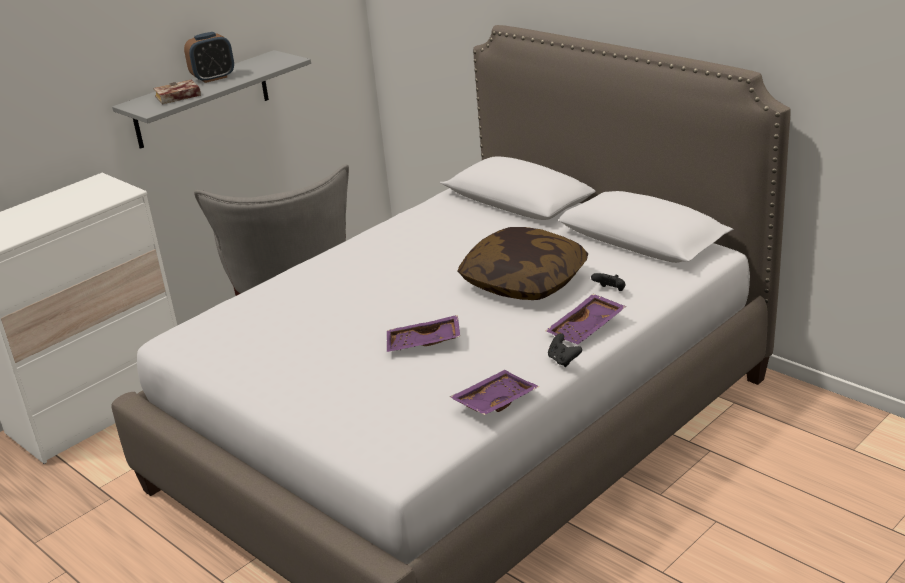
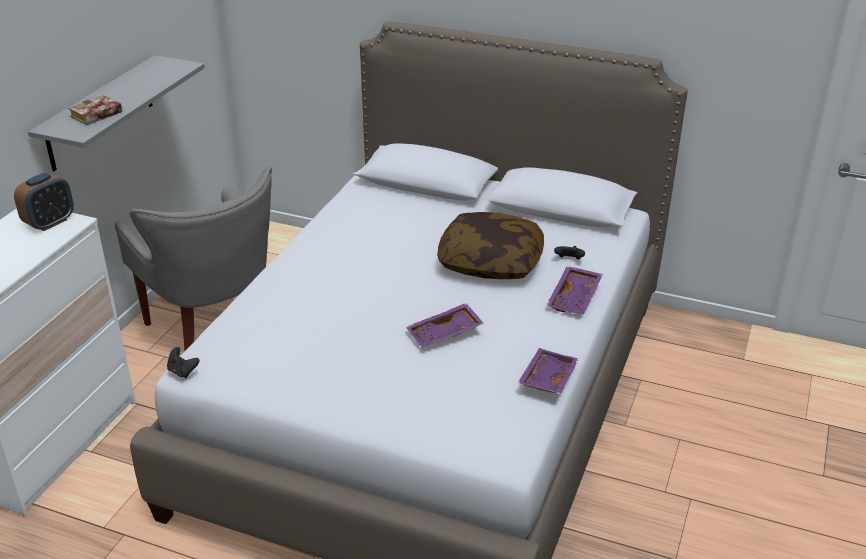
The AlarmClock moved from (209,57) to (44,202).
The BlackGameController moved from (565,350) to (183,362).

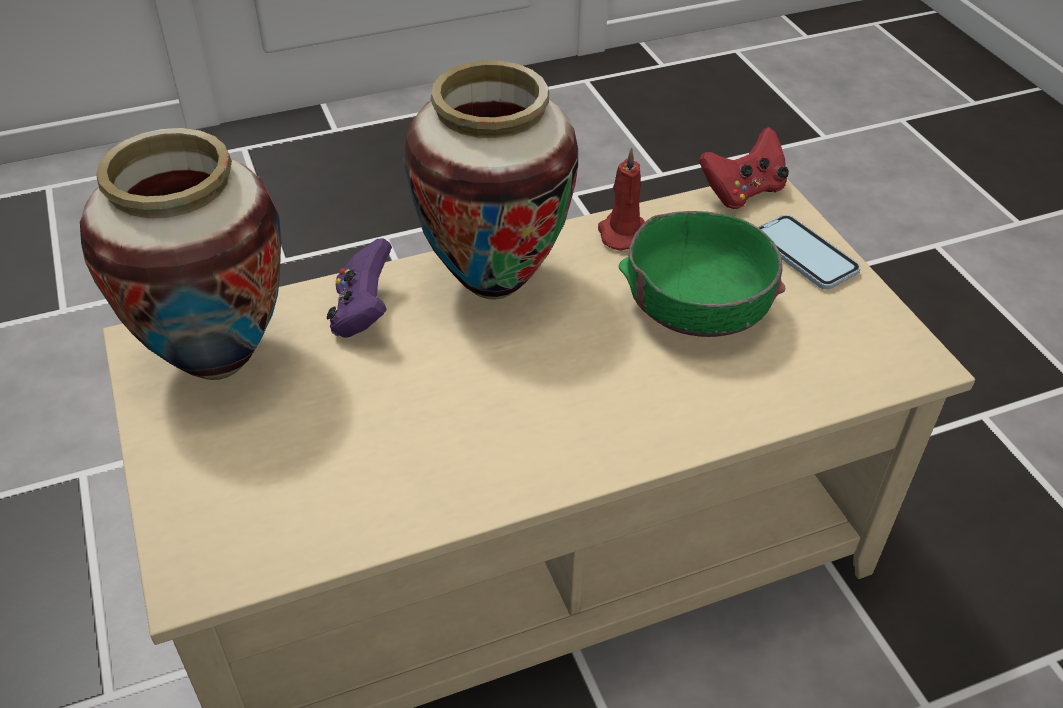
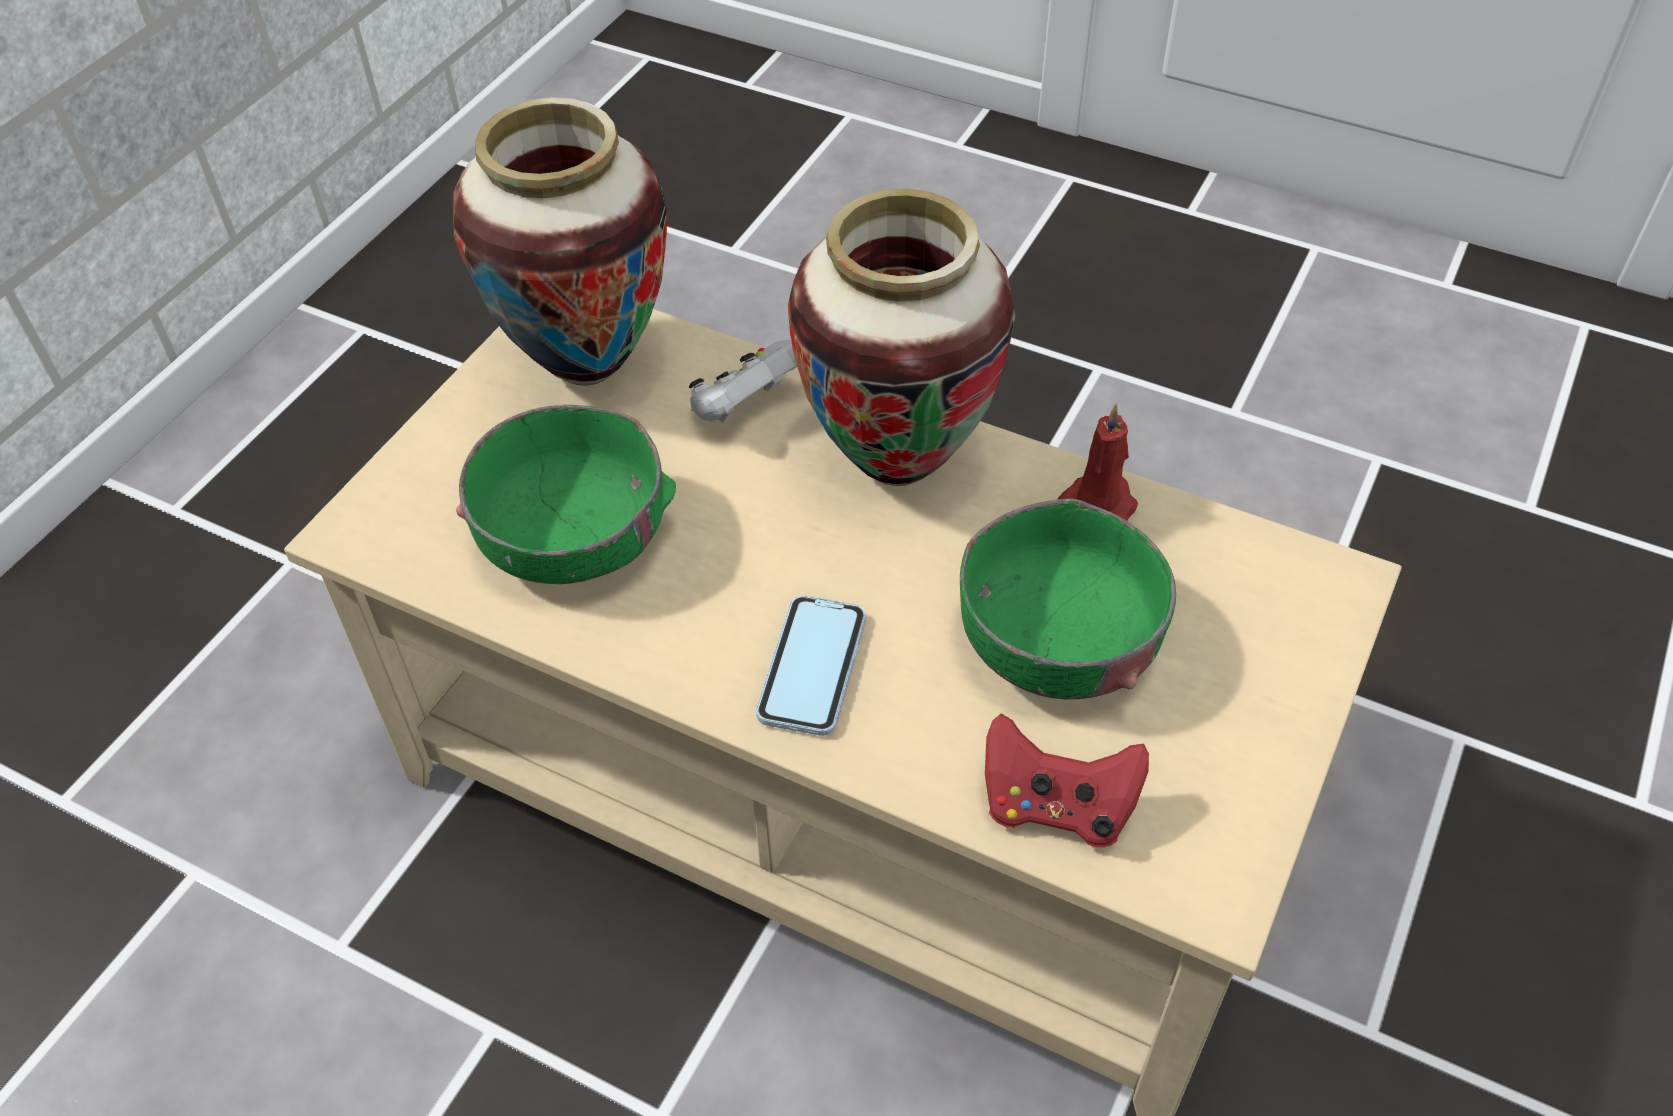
The GreenBowl at (566,494) appeared.
The RedGameController moved from (744,168) to (1067,780).
The Phone moved from (809,252) to (811,665).
The PurpleGameController at (359,288) became the WhiteGameController at (743,381).

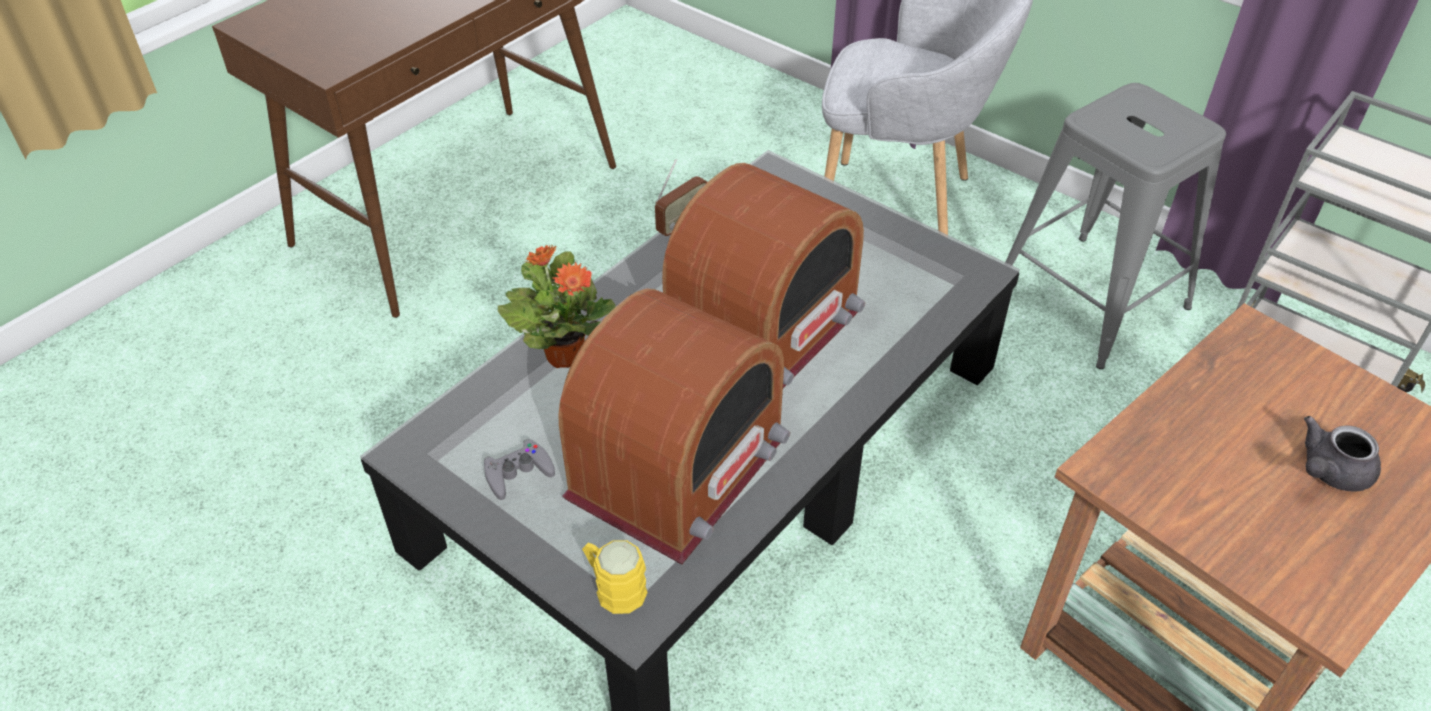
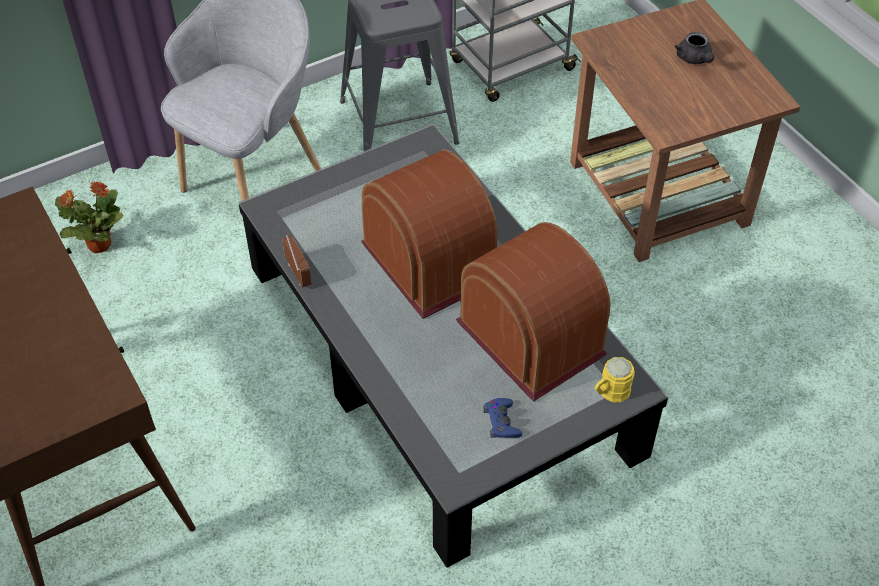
The PottedPlant moved from (557,306) to (89,217).
The GreyGameController at (519,469) became the BlueGameController at (502,418).

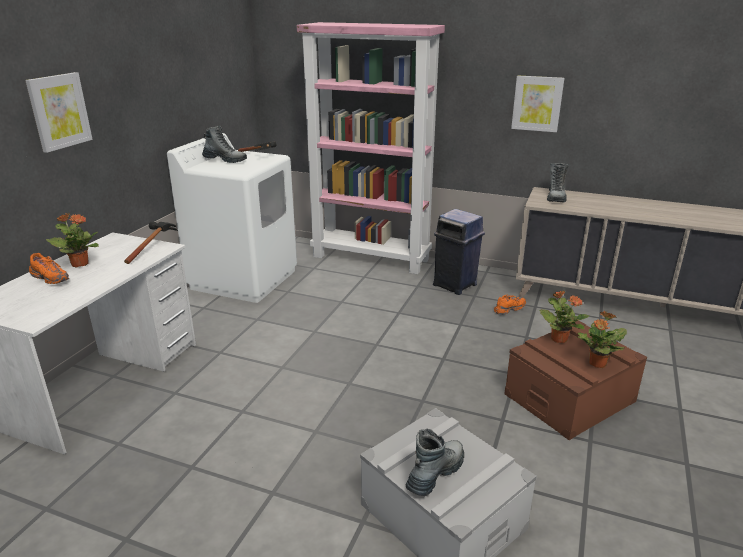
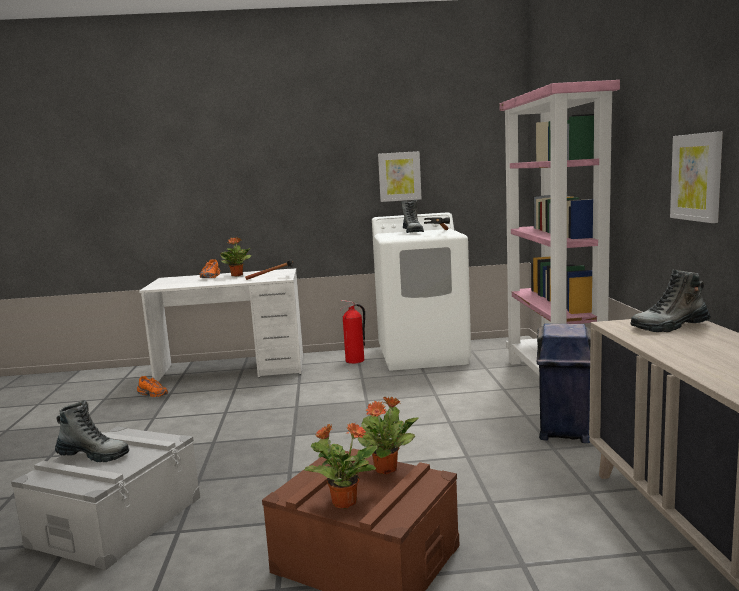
The FireExtinguisher at (352,332) appeared.
The Picture moved from (59,112) to (400,176).
The OrangeShoe moved from (510,305) to (152,386).

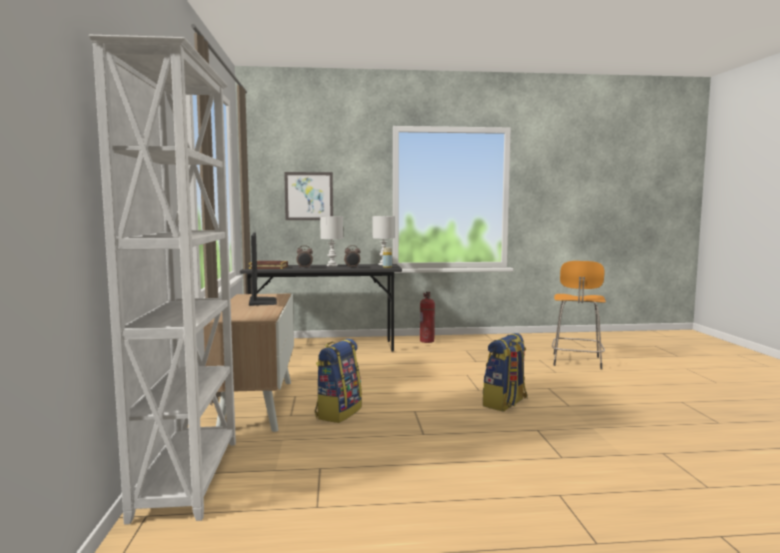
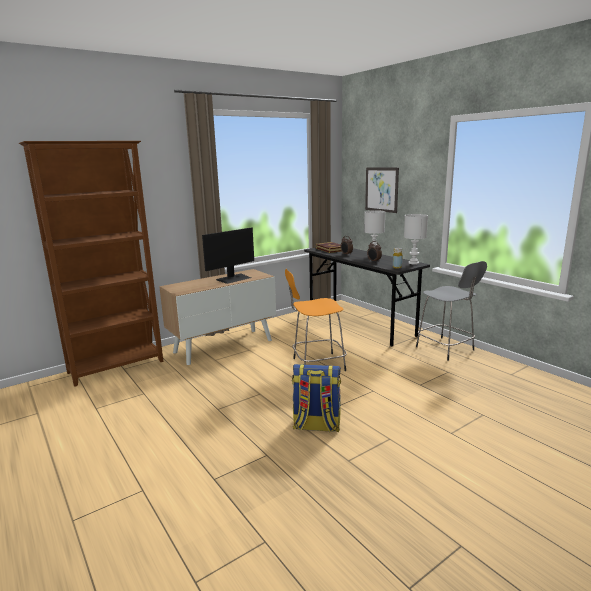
The Backpack at (338,380) disappeared.
The OrangeStool moved from (579,315) to (316,320).
The FireExtinguisher at (427,317) was replaced by the GreyStool at (451,311).
The WhiteBookcase at (162,280) became the BrownBookcase at (91,264).

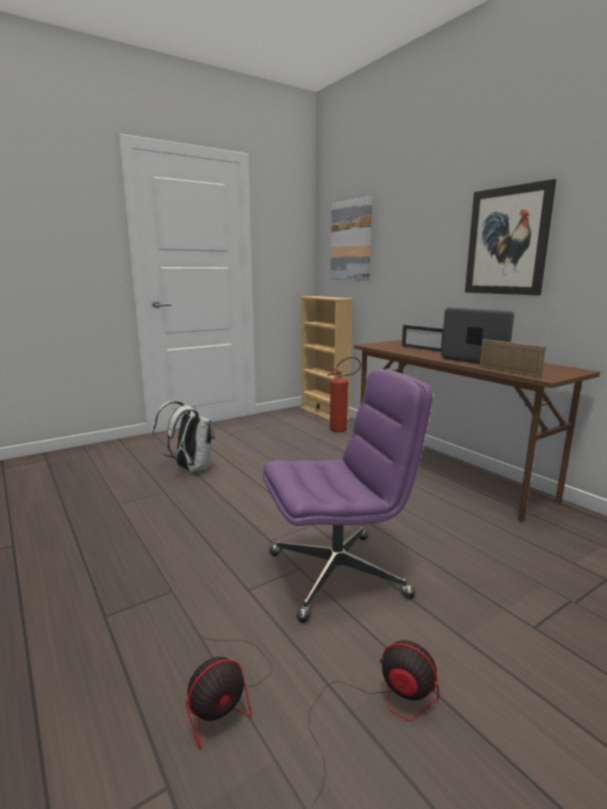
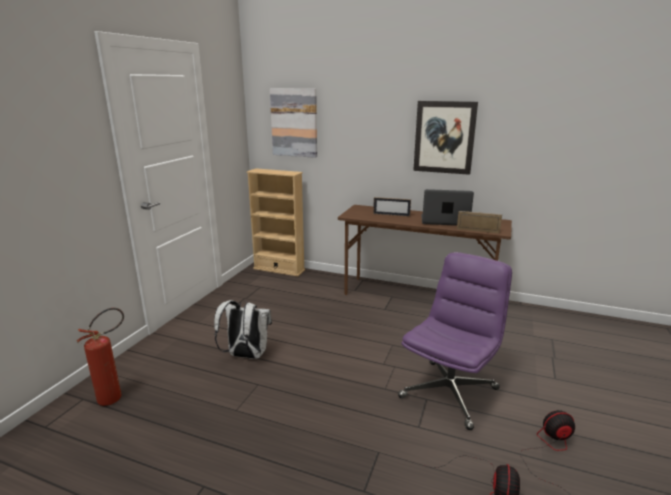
The FireExtinguisher moved from (344,394) to (100,357).

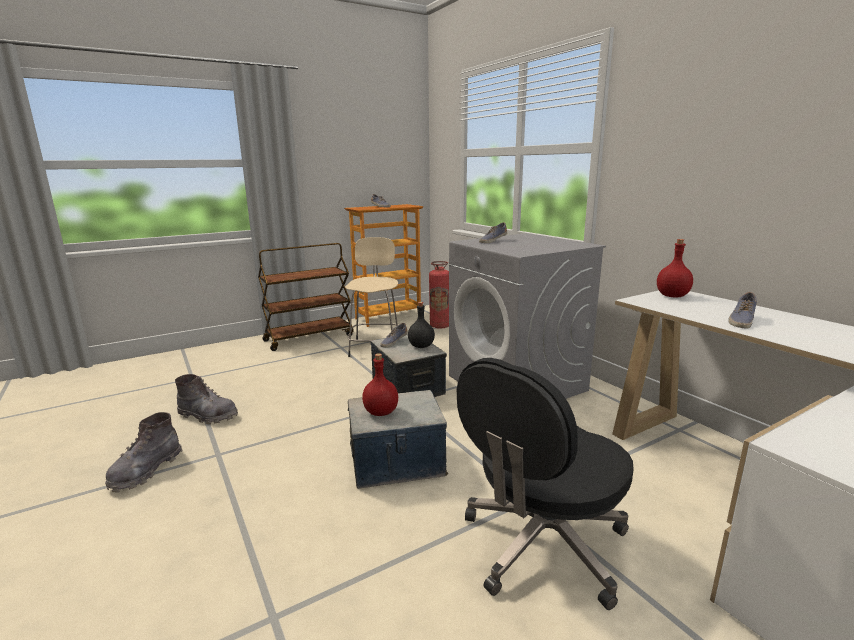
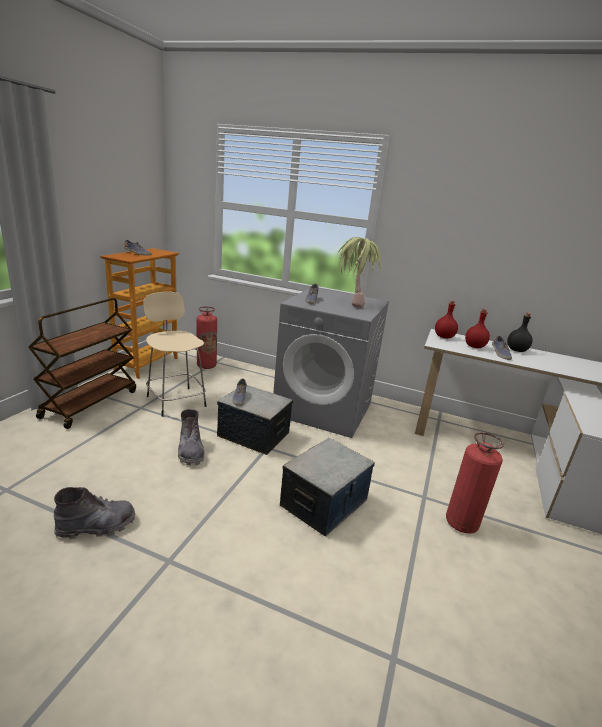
The PottedPlant at (360,272) appeared.
The GreyBoot moved from (143,452) to (191,437).
The RedBottle moved from (380,384) to (477,328).
The BlackBottle moved from (421,325) to (519,332).
The BlackOfficeChair at (545,484) was replaced by the FireExtinguisher at (475,483).

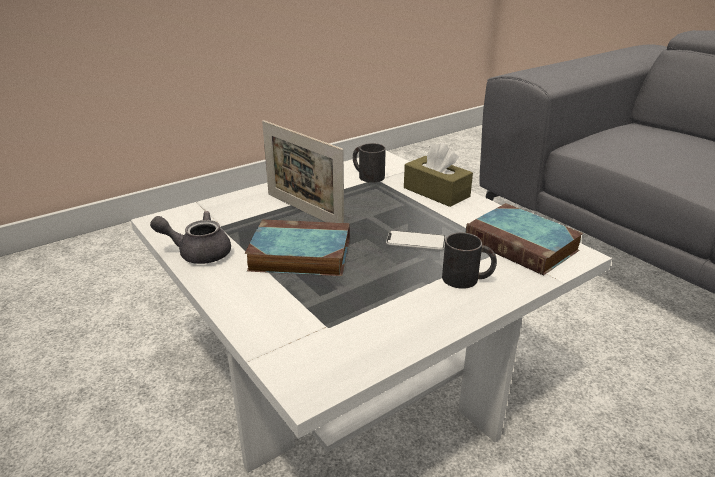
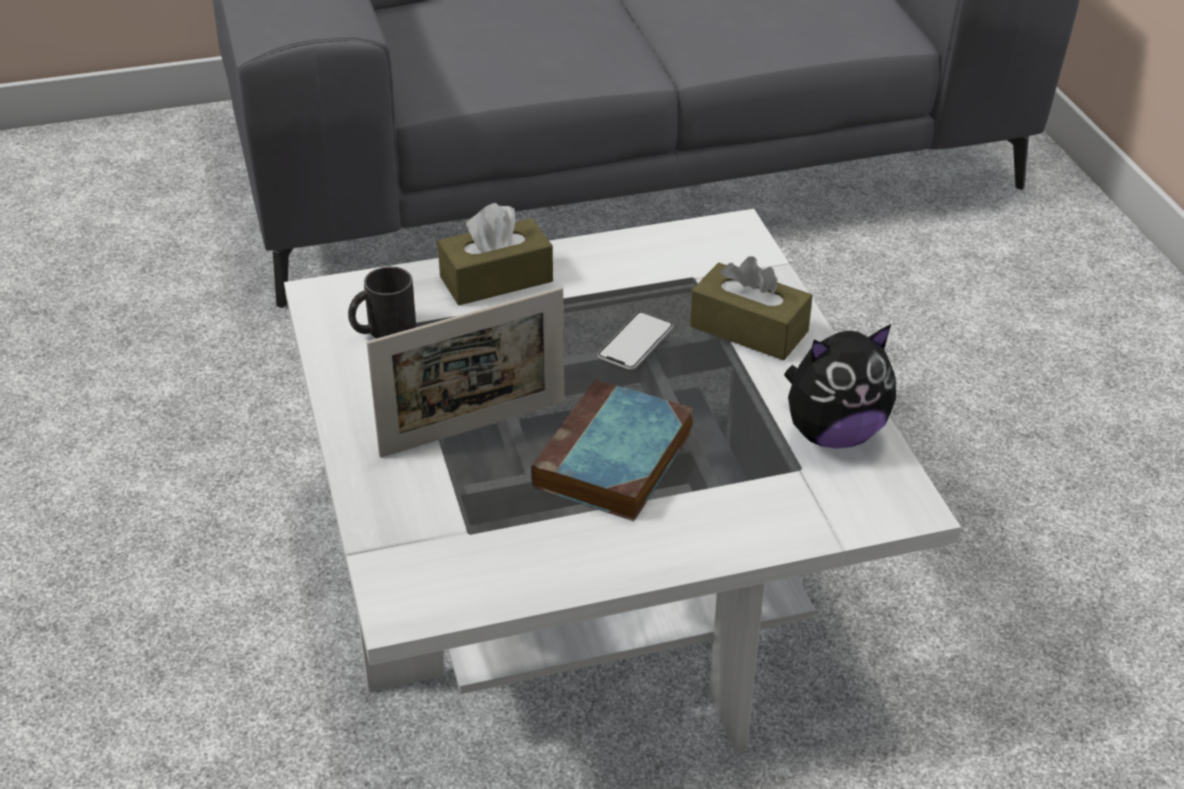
The GreyTeapot at (190,237) disappeared.
The Book at (524,239) disappeared.
The PlushToy at (840,386) appeared.
The BlackMug at (469,260) was replaced by the BrownTissueBox at (751,308).

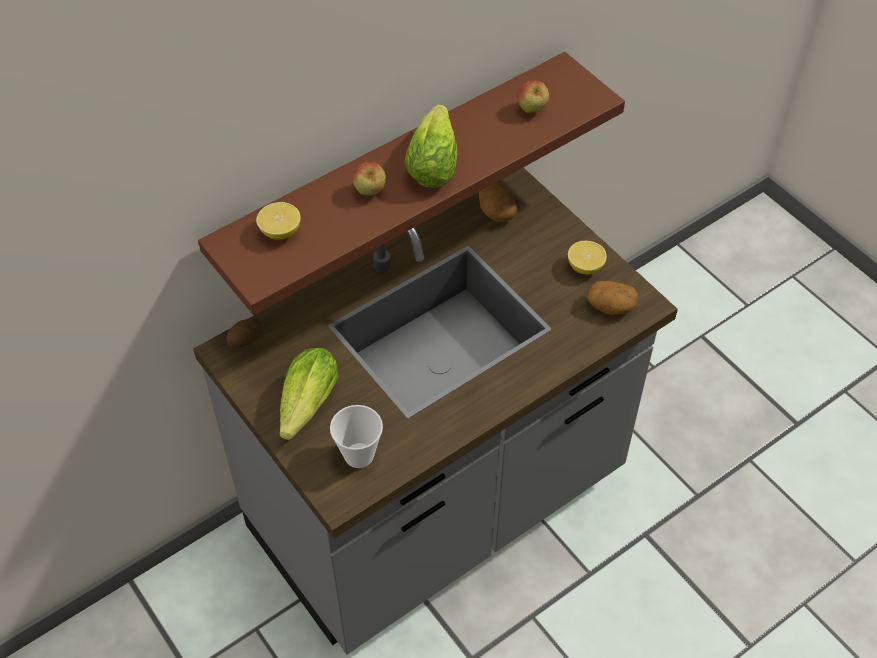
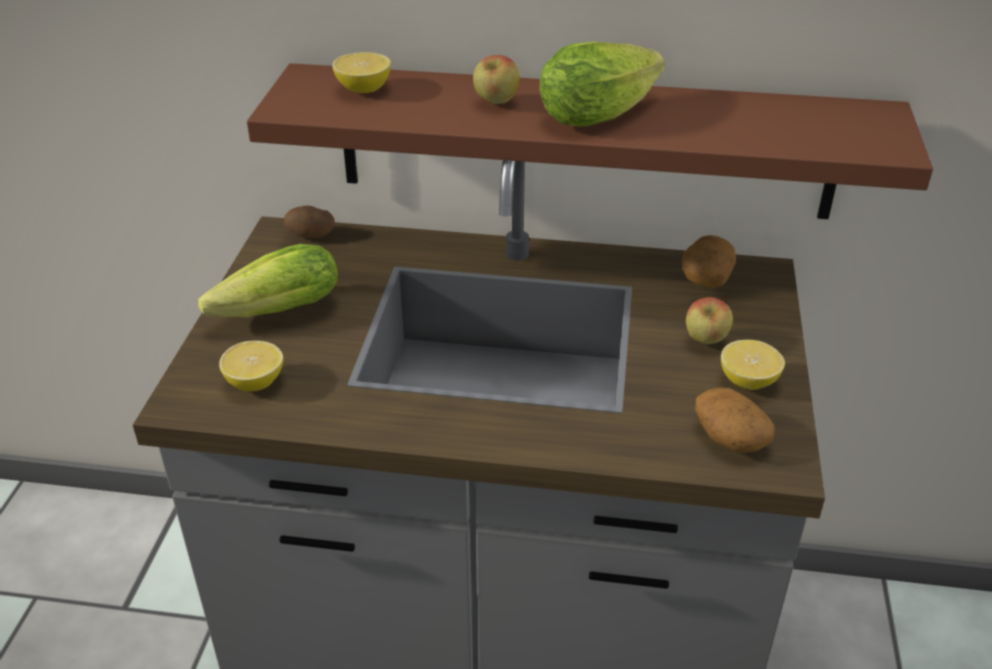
The Apple moved from (533,96) to (709,320).
The Cup at (356,436) was replaced by the Lemon at (251,366).

